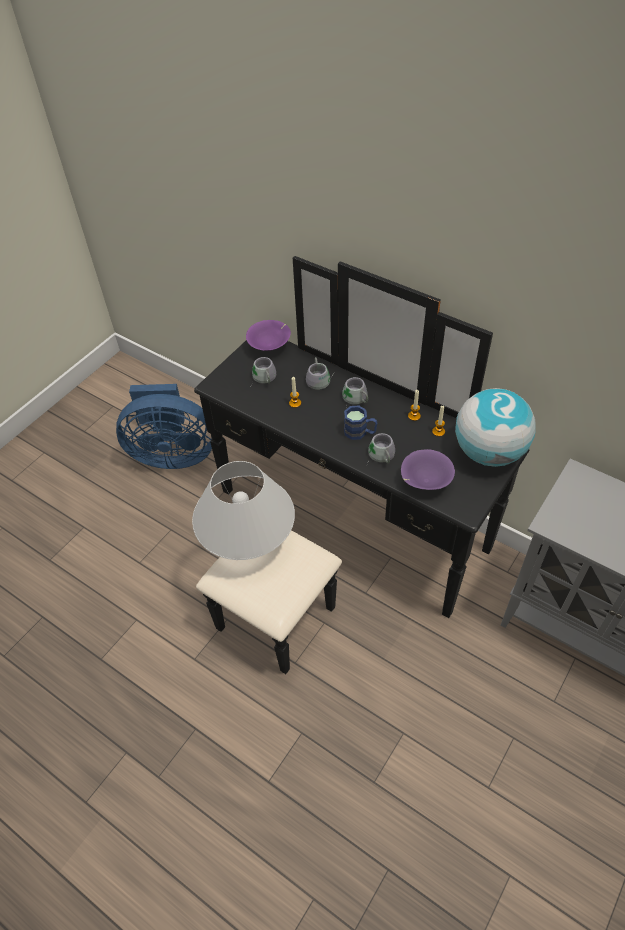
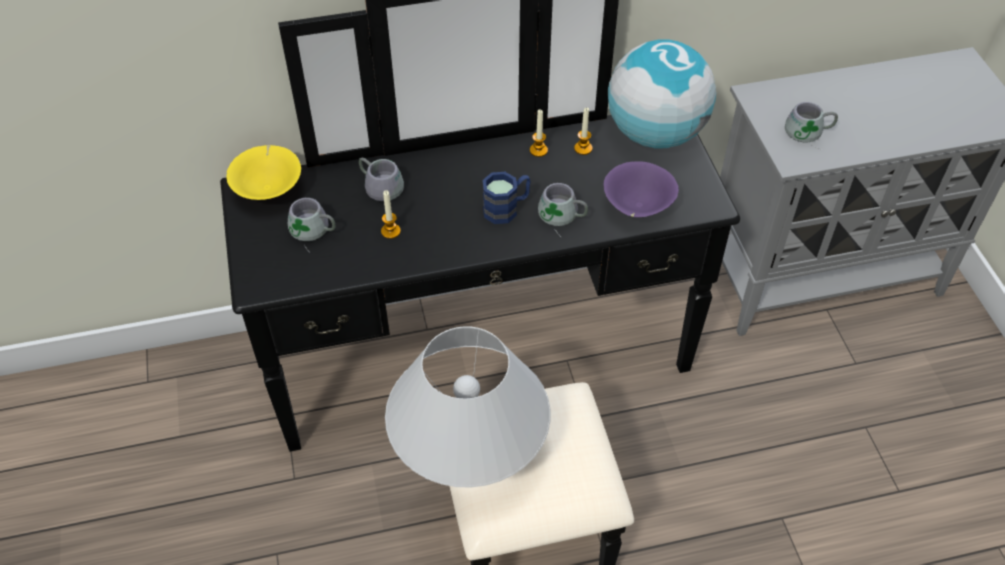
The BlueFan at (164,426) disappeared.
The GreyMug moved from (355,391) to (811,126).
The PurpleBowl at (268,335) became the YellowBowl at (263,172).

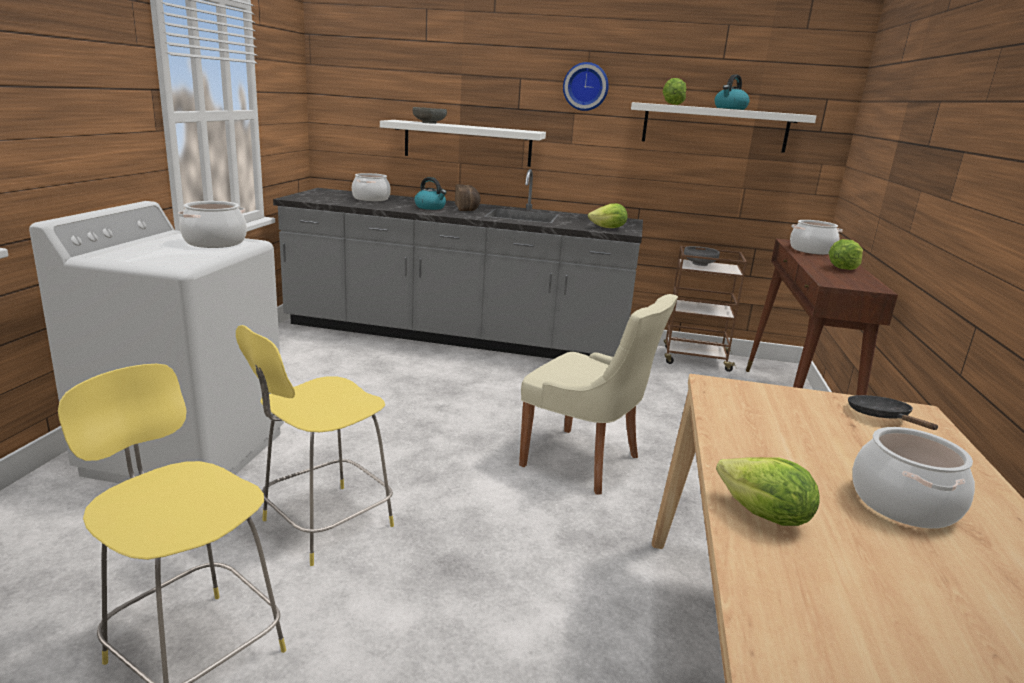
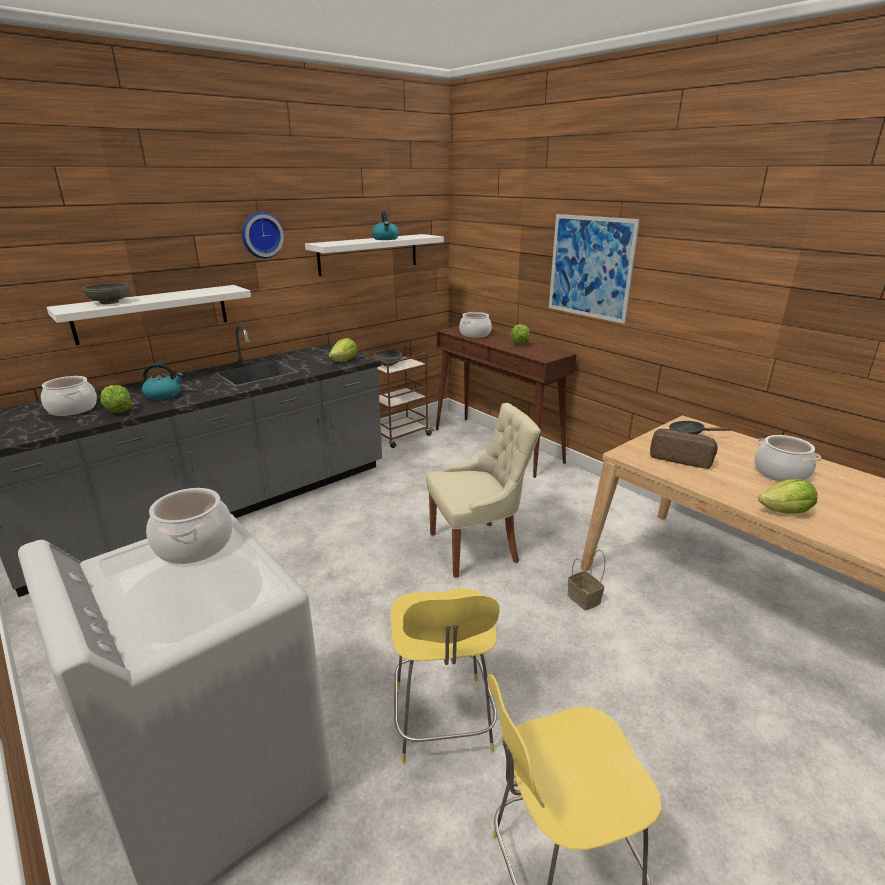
The Picture at (594,269) appeared.
The Basket at (586,580) appeared.
The Bread moved from (468,197) to (684,449).
The Lettuce moved from (674,91) to (117,399).

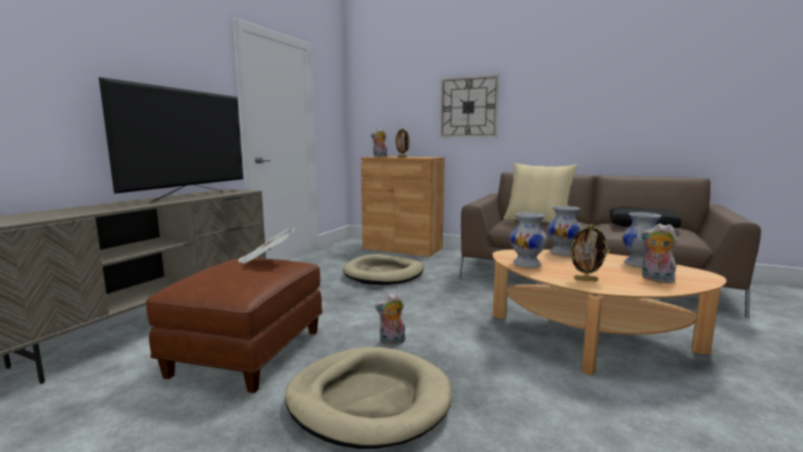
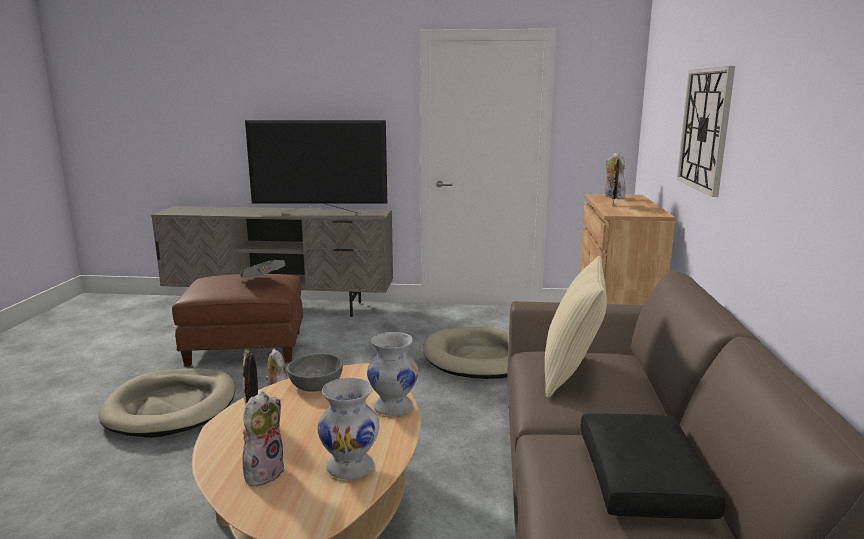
The WhiteVase at (528,240) was replaced by the GreyBowl at (315,373).

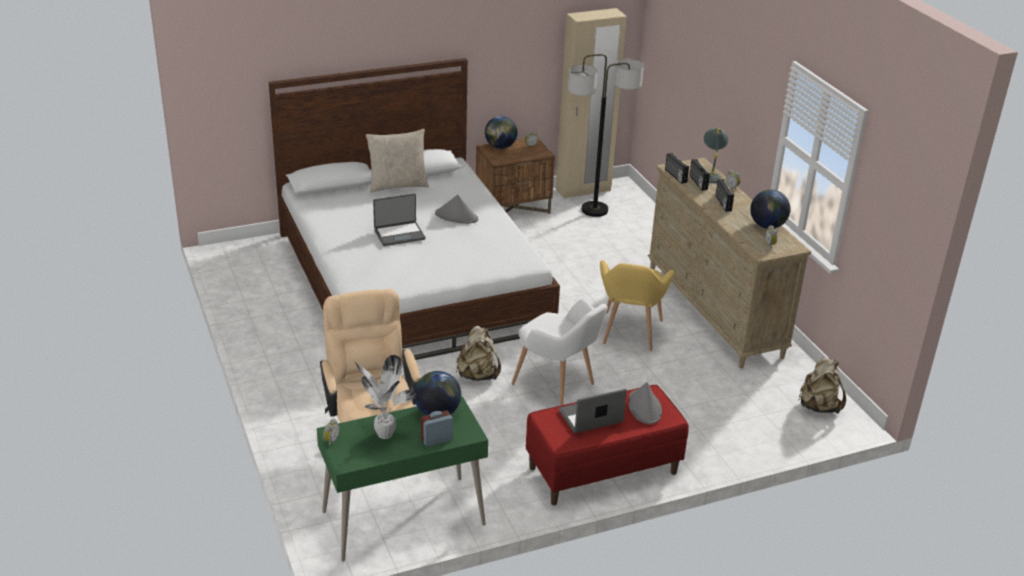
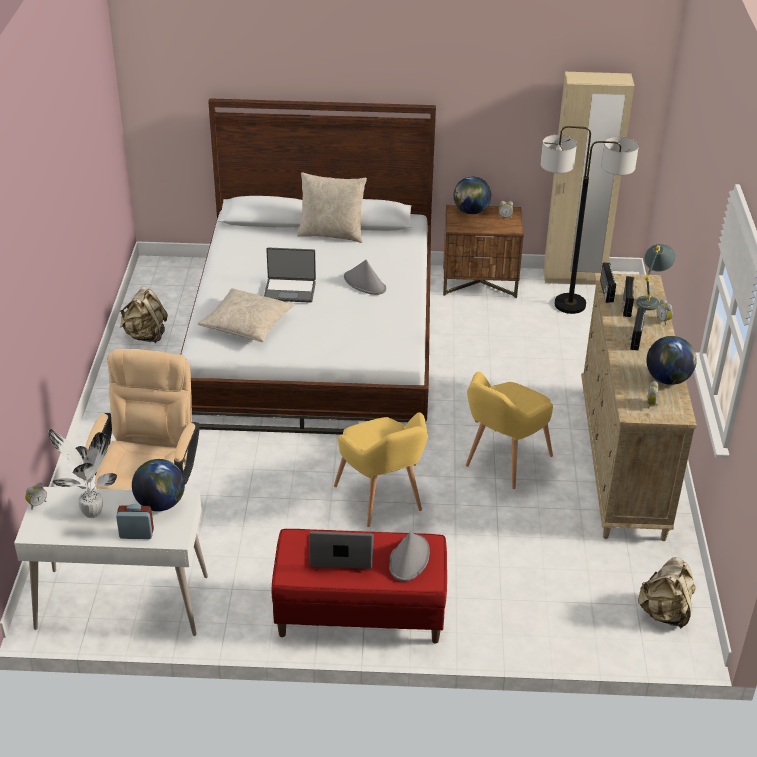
The BeigePillow at (246,315) appeared.
The BeigeBackpack moved from (478,353) to (144,315).
The GreenDesk at (402,479) became the WhiteDesk at (111,561).
The WhiteArmchair at (559,352) became the YellowArmchair at (381,469).

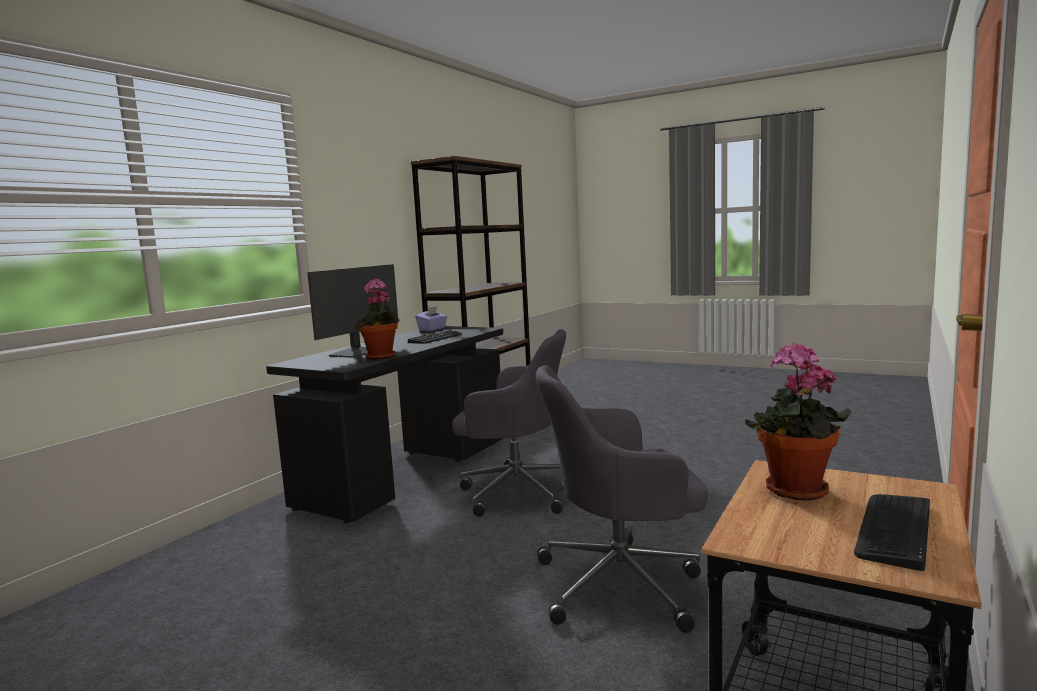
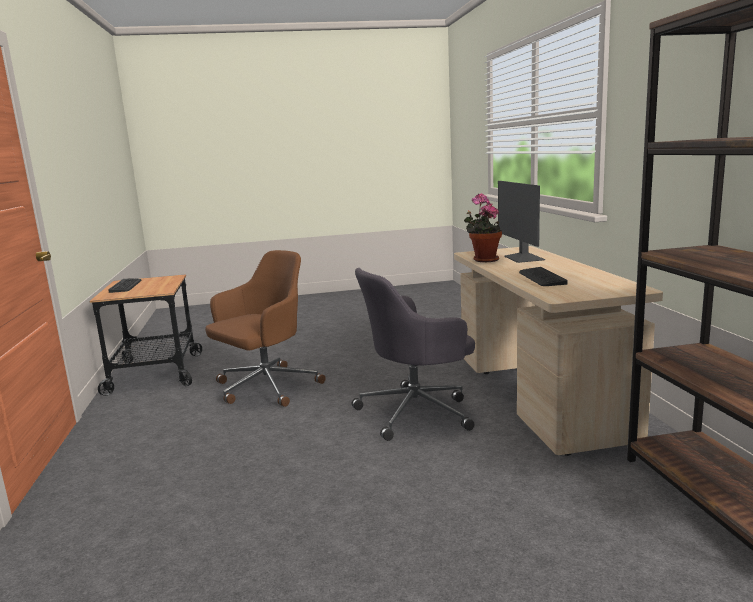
The PurpleTissueBox at (431,318) disappeared.
The PottedPlant at (798,421) disappeared.
The BlackDesk at (385,424) became the BeigeDesk at (558,351).
The GreyOfficeChair at (622,499) became the BrownOfficeChair at (265,328).

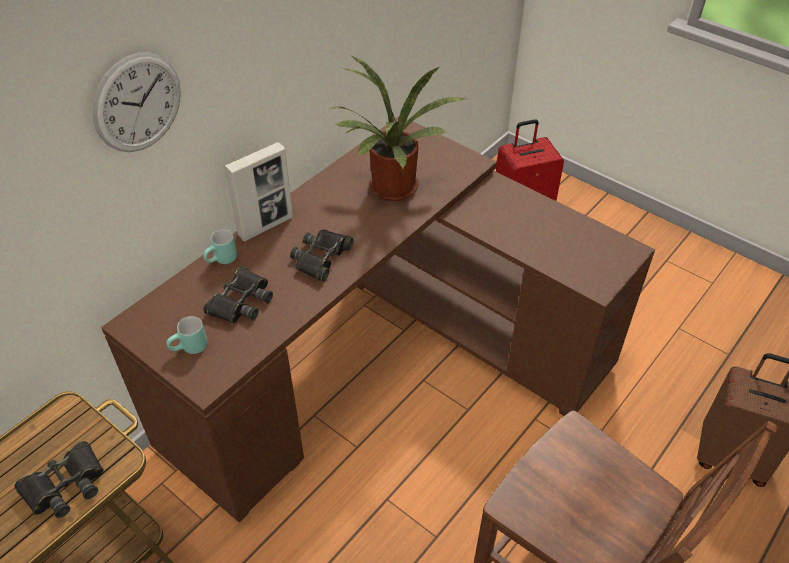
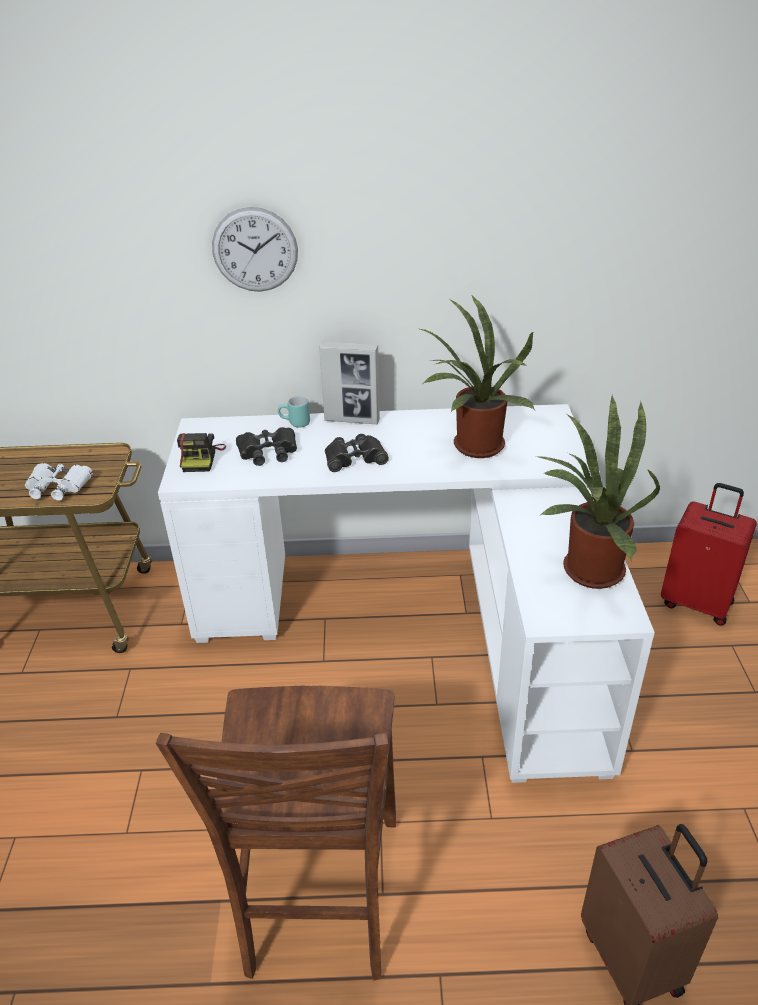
The PottedPlant at (598,492) appeared.
The TurquoiseMug at (187,335) was replaced by the PhotoCamera at (201,452).
The BlackBinoculars at (59,479) became the WhiteBinoculars at (58,482).
The BrownDesk at (378,319) became the WhiteDesk at (406,593).

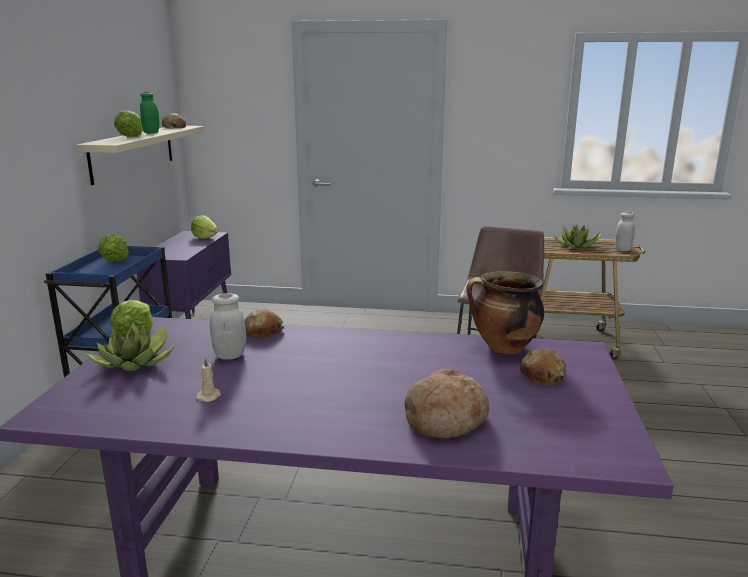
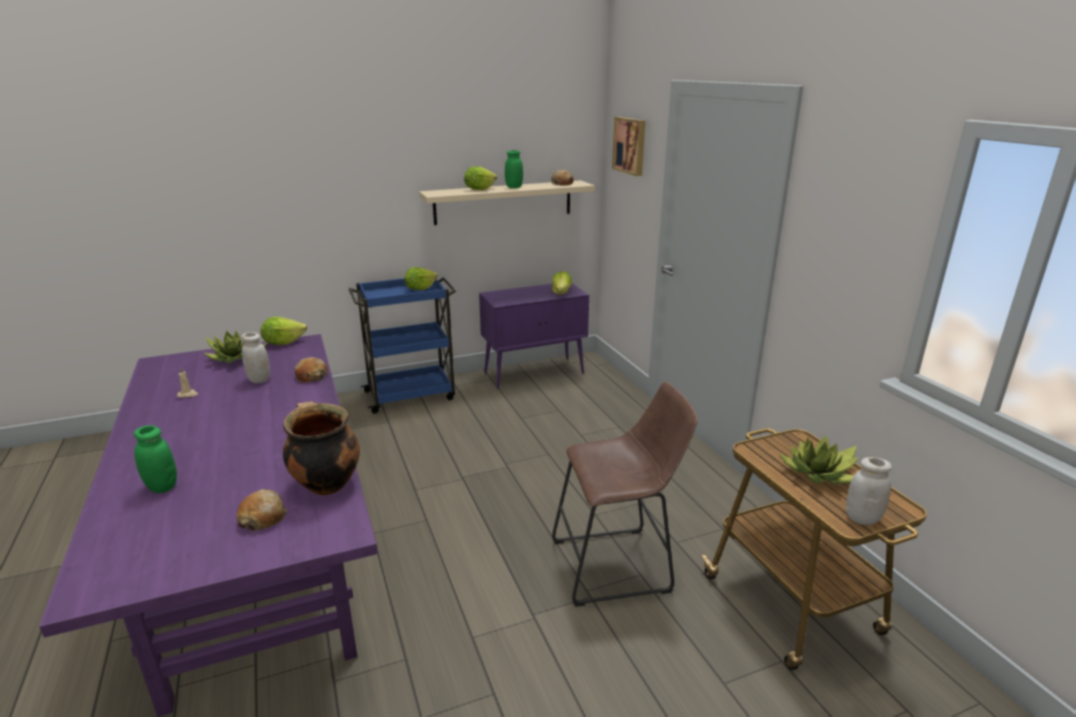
The Picture at (628,146) appeared.
The Bread at (446,404) was replaced by the GreenJar at (155,459).

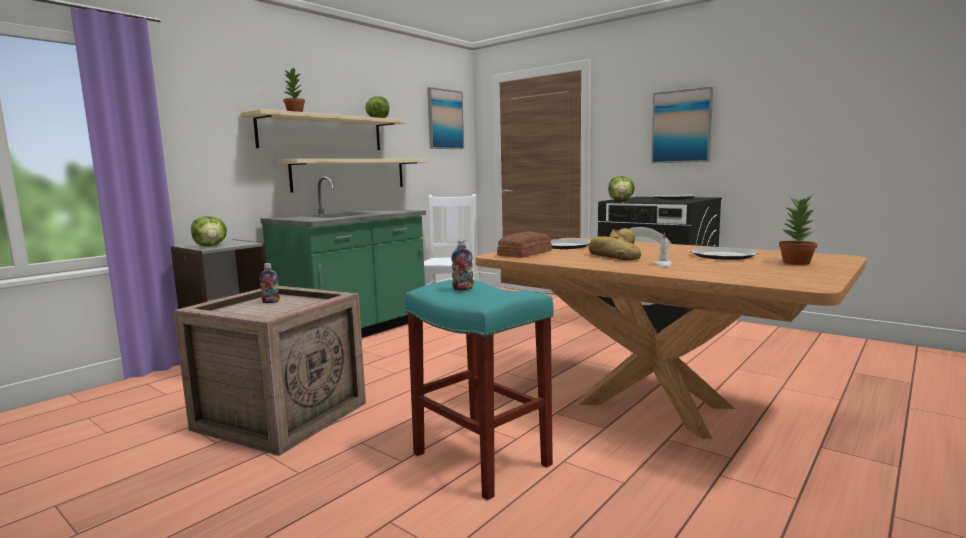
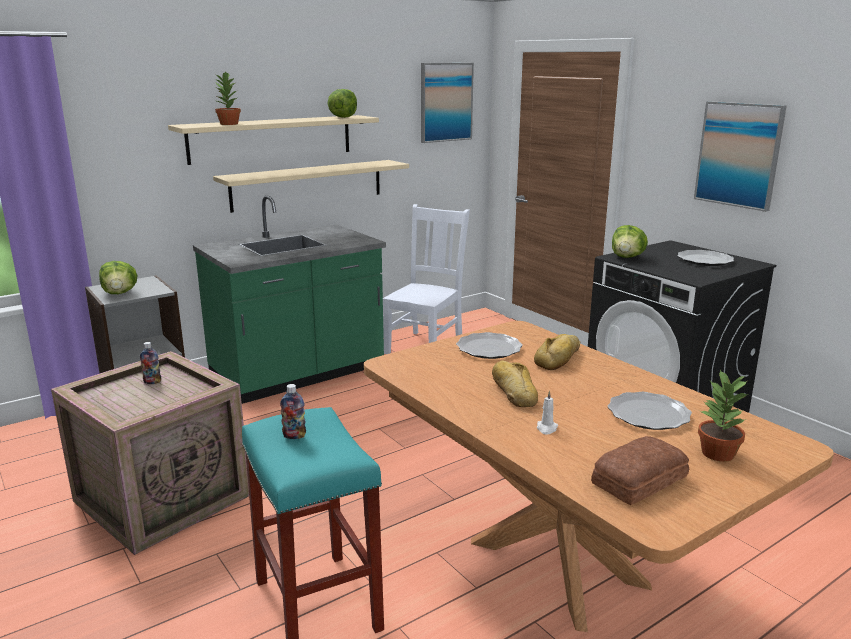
The Bread moved from (524,244) to (640,470).

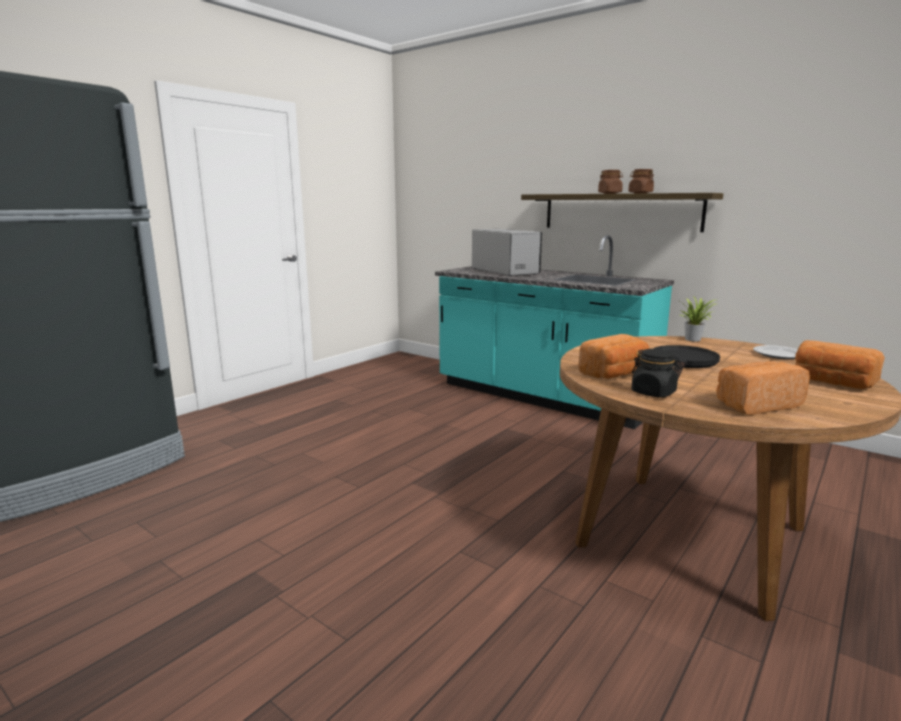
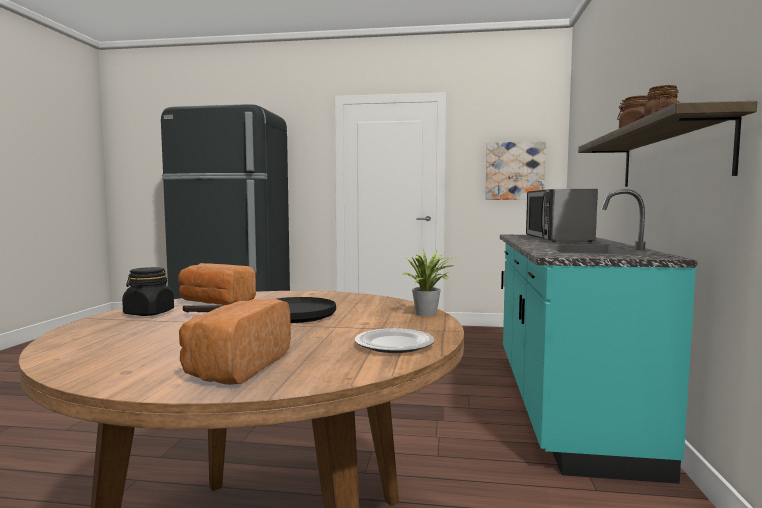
The Bread at (763,388) disappeared.
The Picture at (515,171) appeared.
The Microwave at (507,252) turned 150 degrees clockwise.

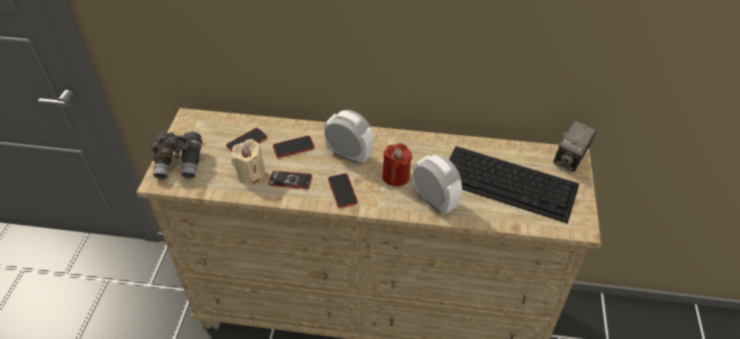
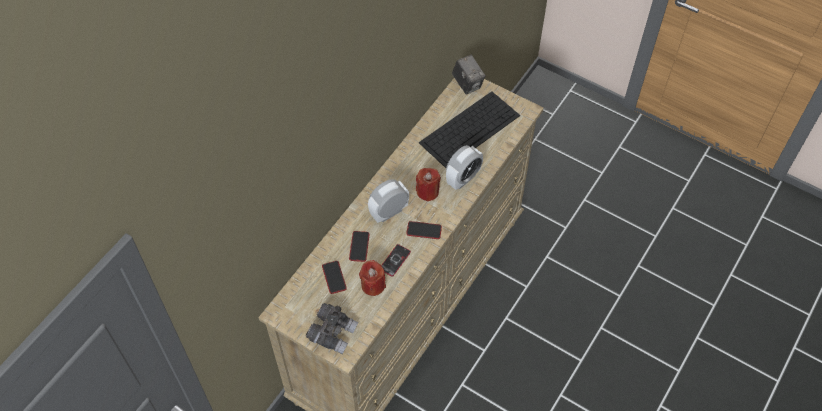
The BeigeCandle at (248,162) became the RedCandle at (372,278).
The AlarmClock at (437,184) turned 150 degrees clockwise.

